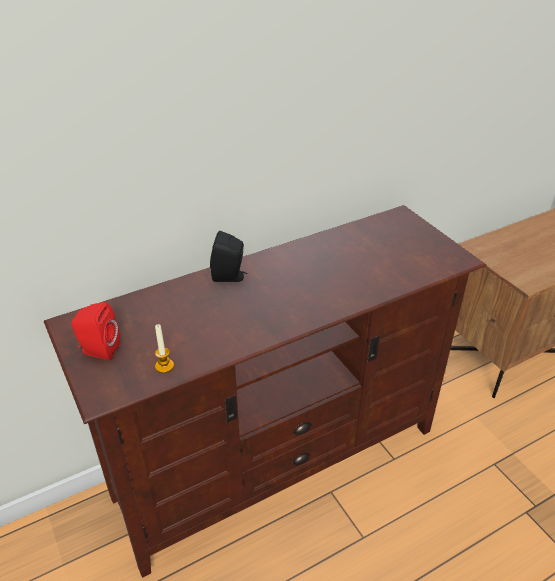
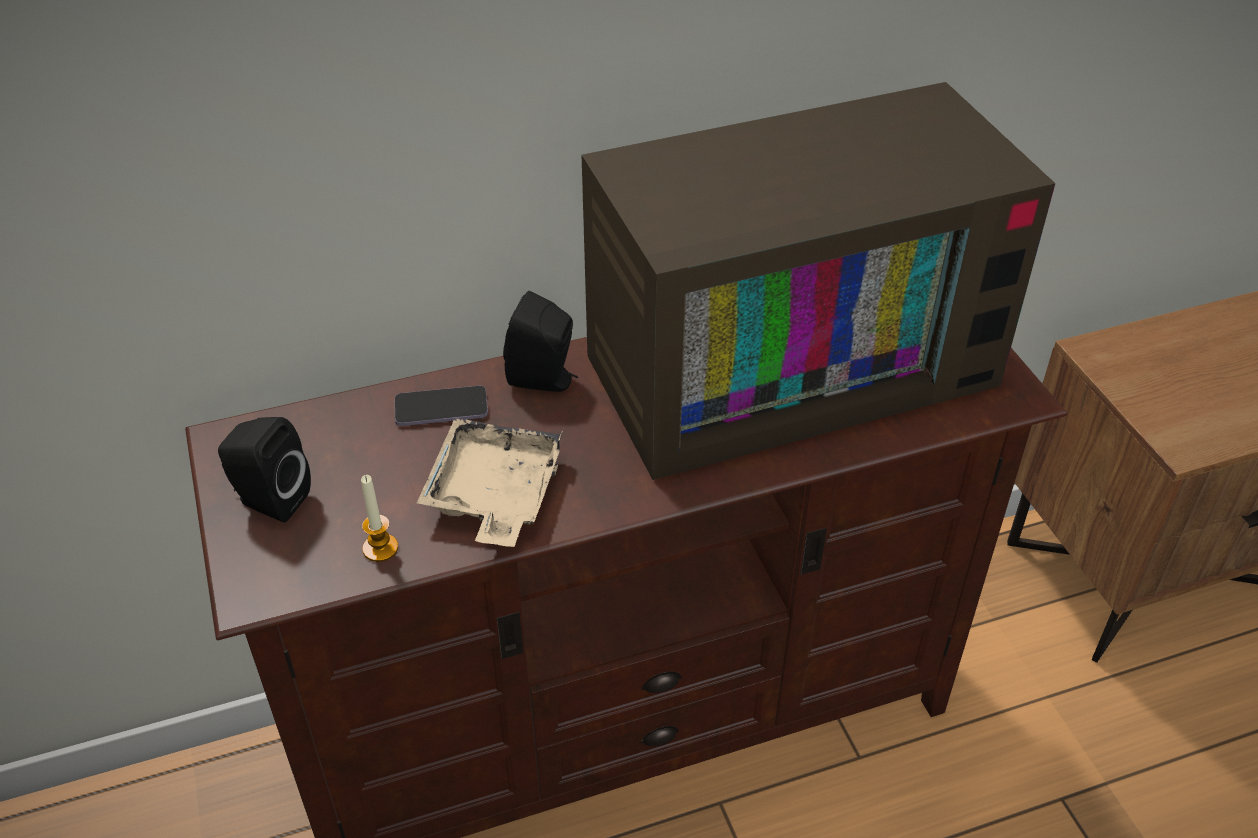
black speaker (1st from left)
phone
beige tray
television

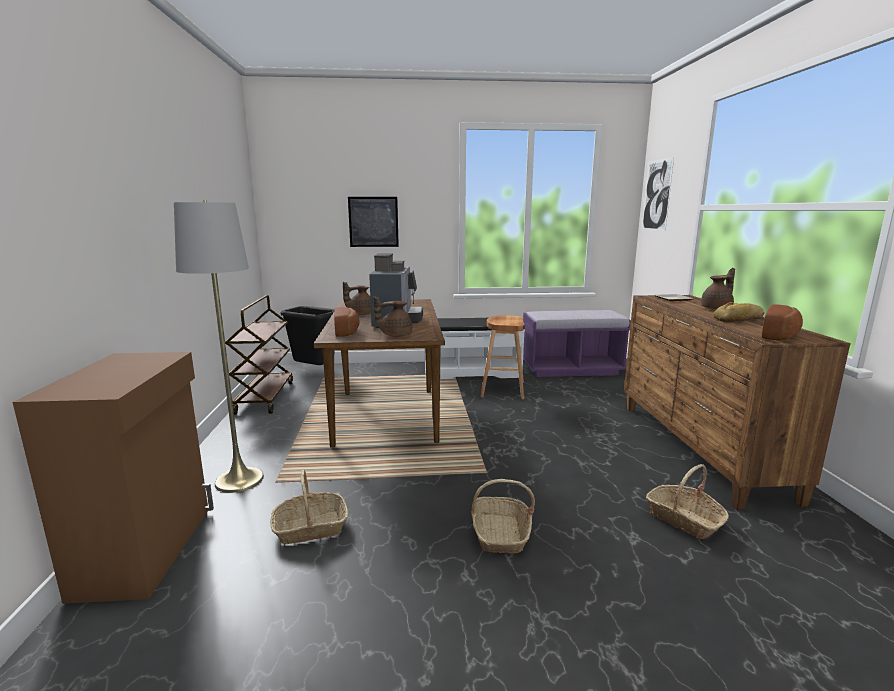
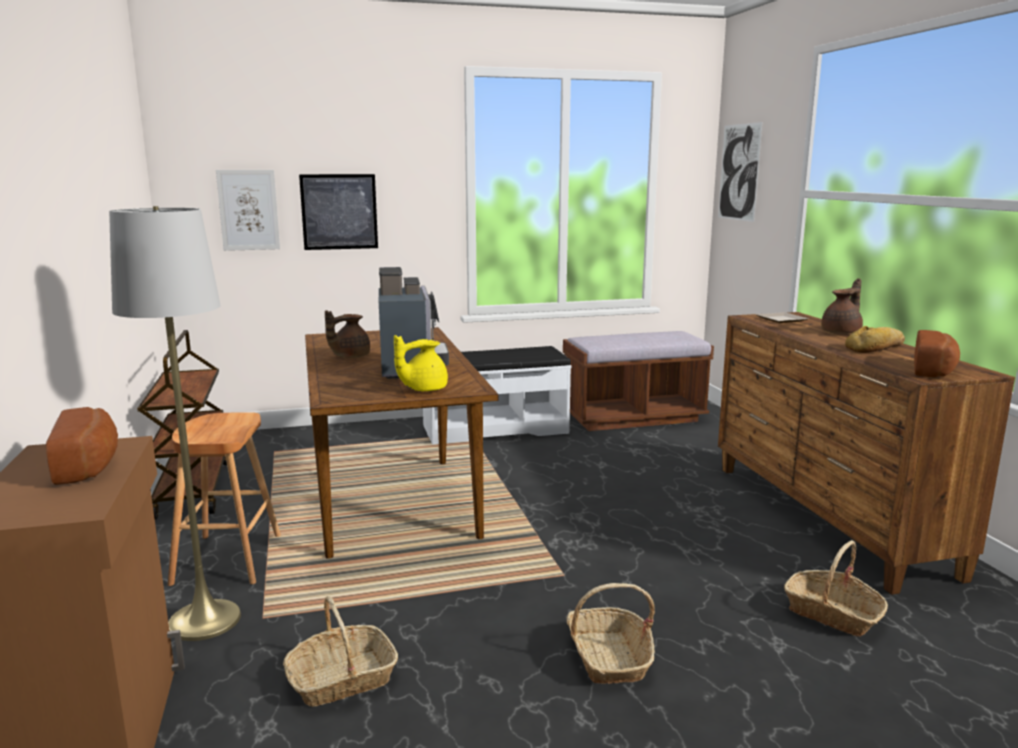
bread (1st from left)
brown stool
picture (1st from left)
yellow teapot
brown bench
black trash can

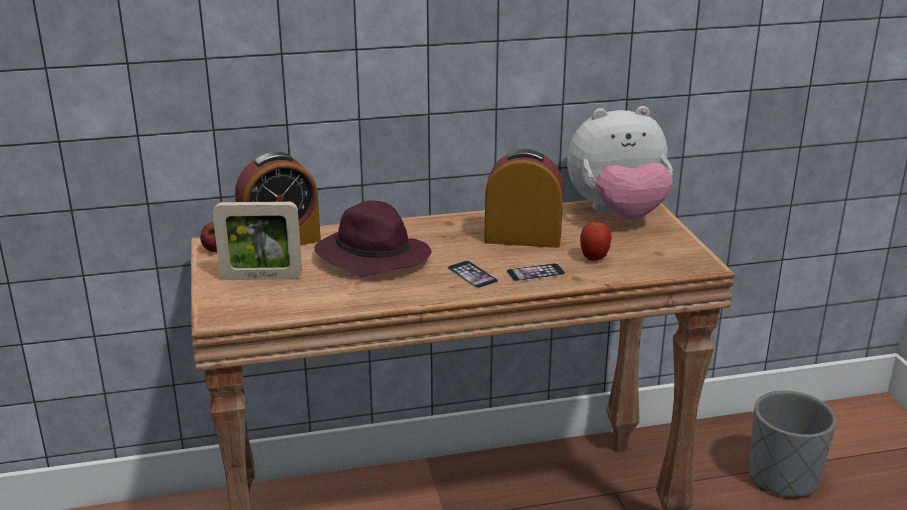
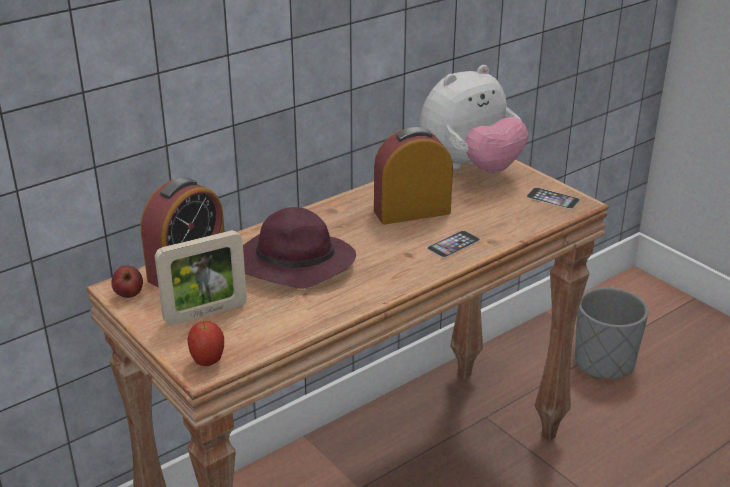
apple (2nd from left)
phone (2nd from left)

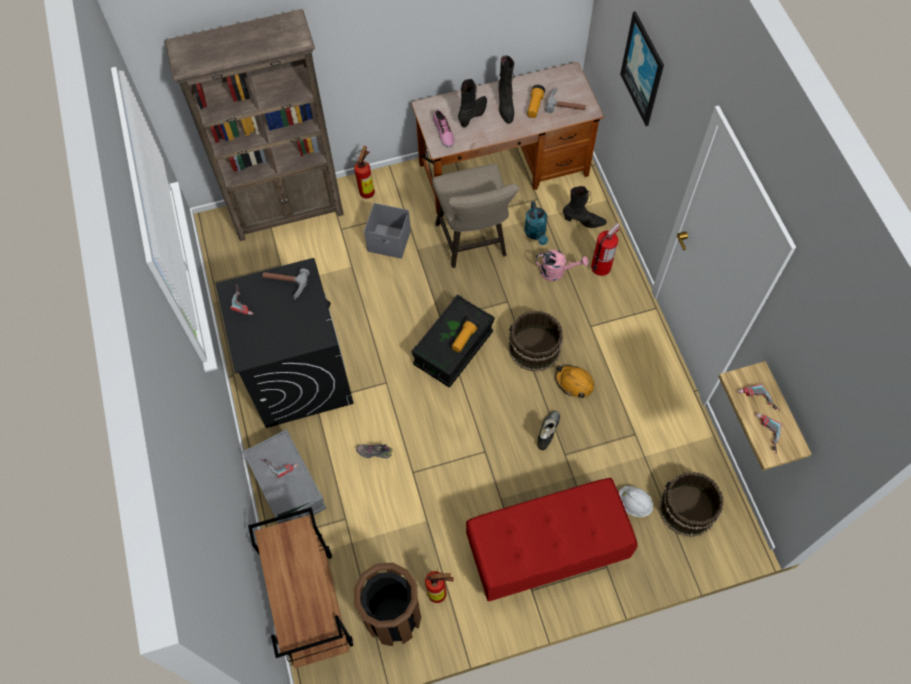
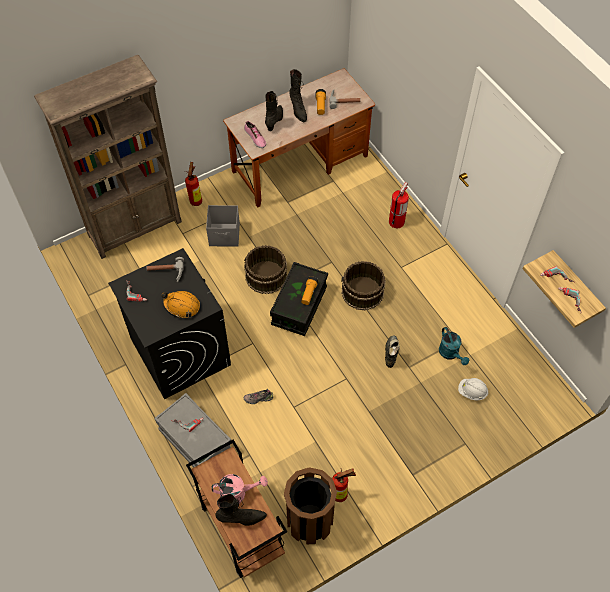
orange hard hat
pink watering can
black boot (1st from left)
brown bucket (1st from left)
turquoise watering can
beige stool
red bench
picture

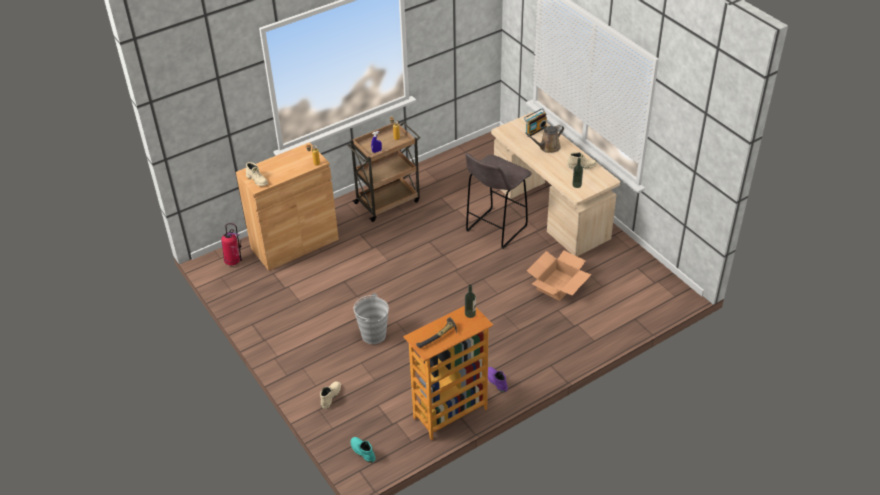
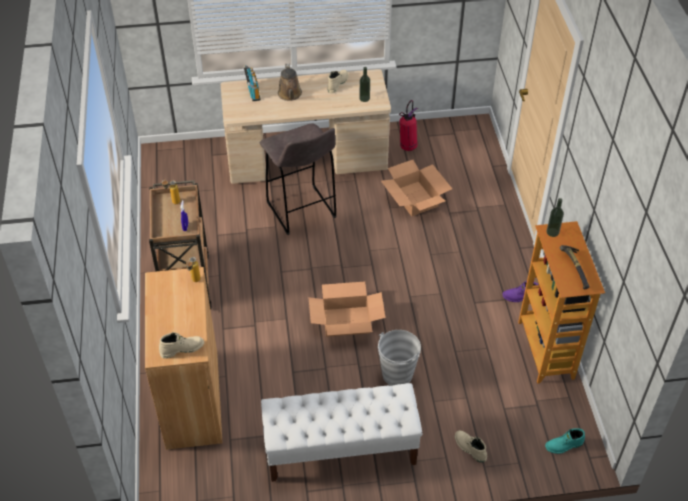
white bench
cardboard box (1st from left)
fire extinguisher

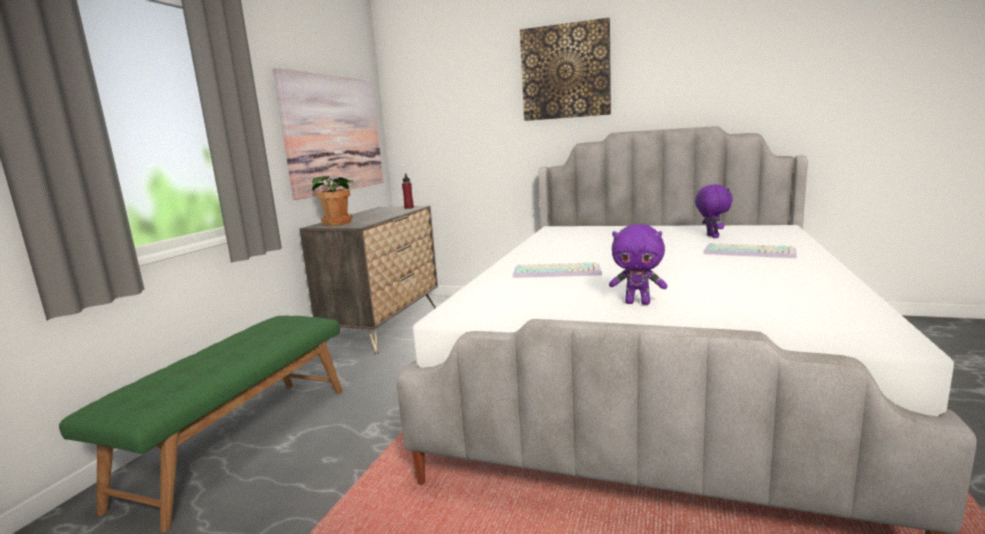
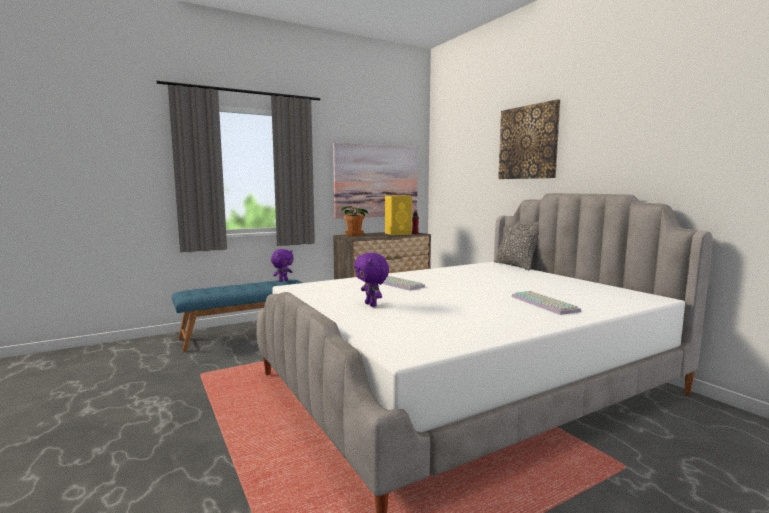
blue bench
purple plush toy (1st from left)
yellow speaker
pillow

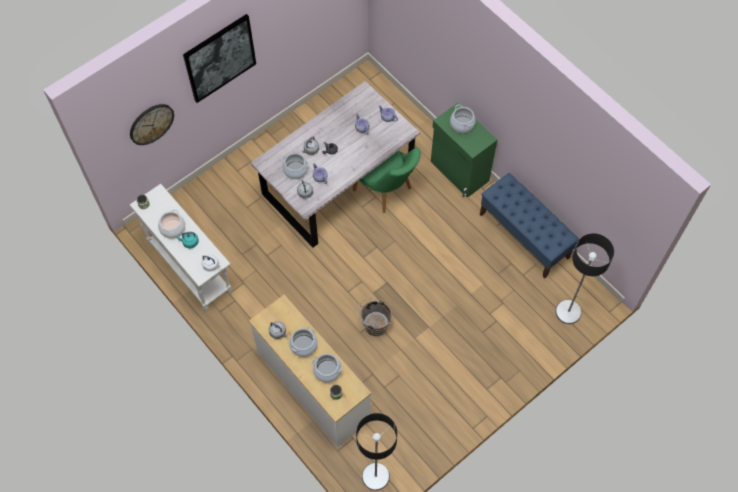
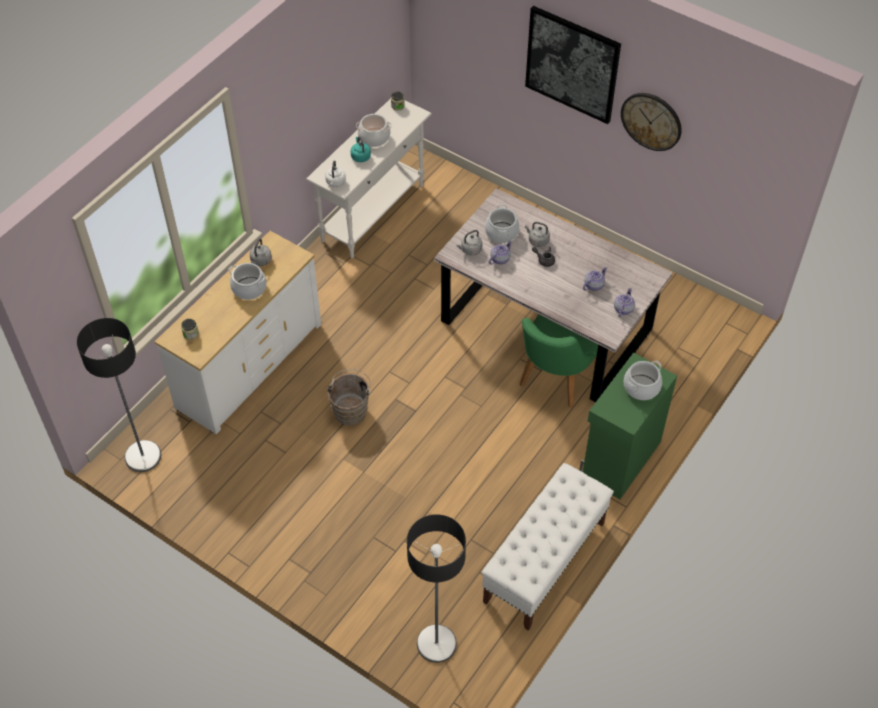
white bench
wall clock
cooking pot (4th from left in the first image)

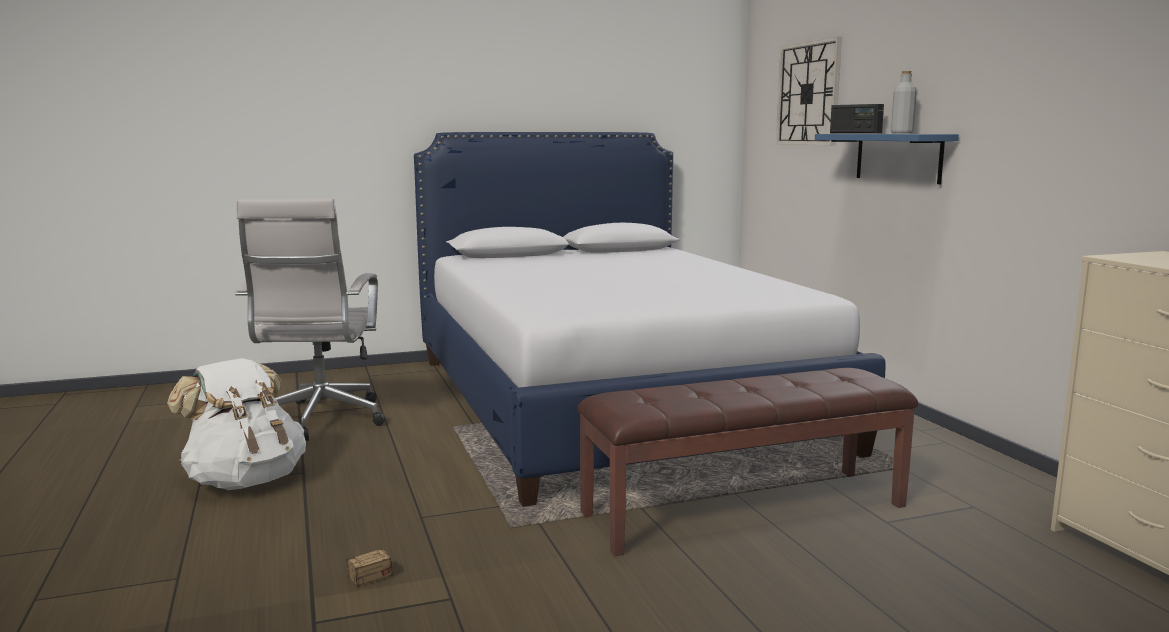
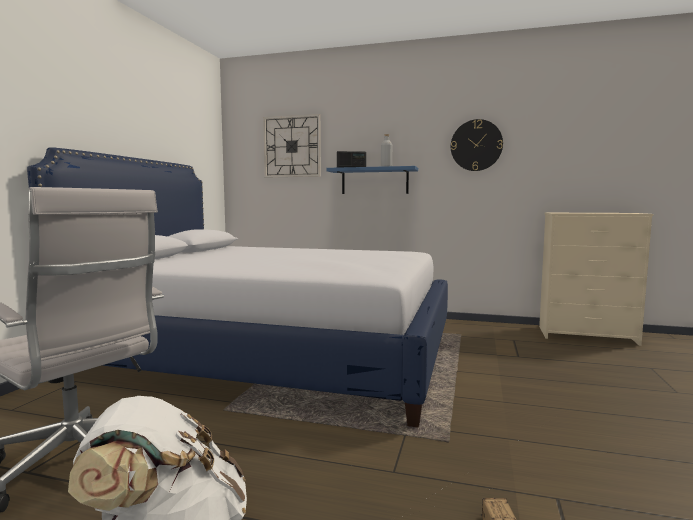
wall clock (2nd from left)
brown bench

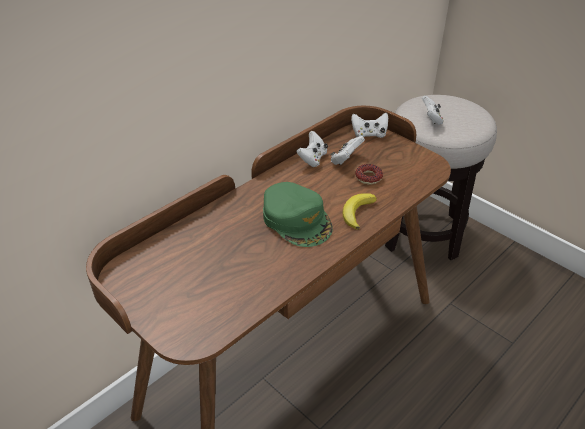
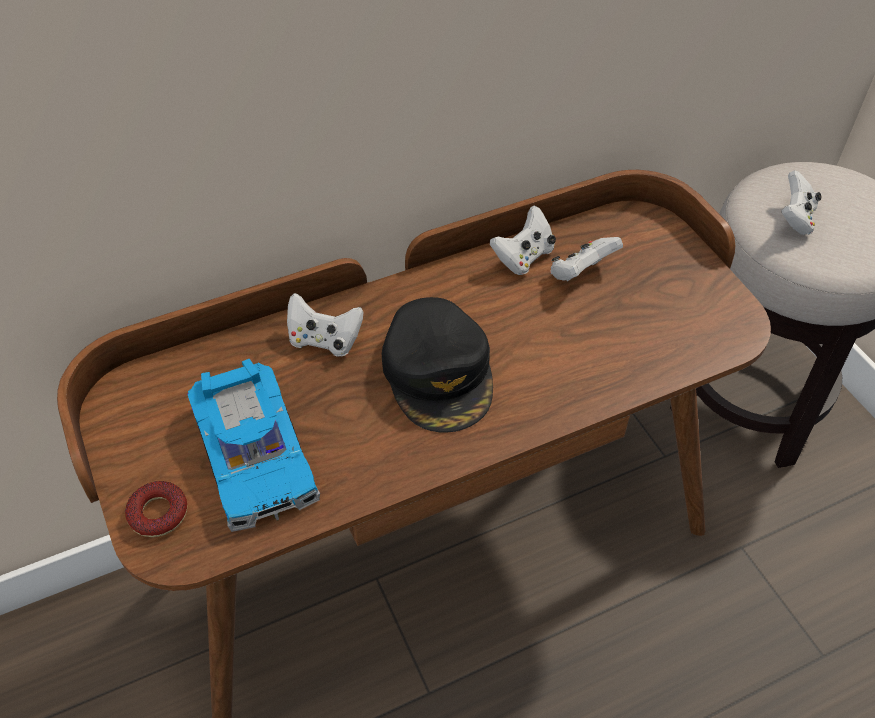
donut
toy car
white game controller (1st from left)
black cap
banana

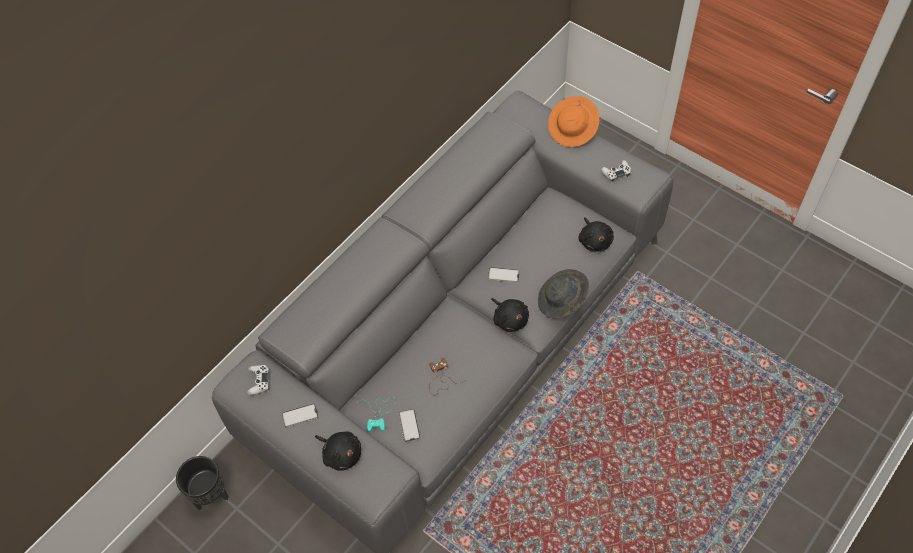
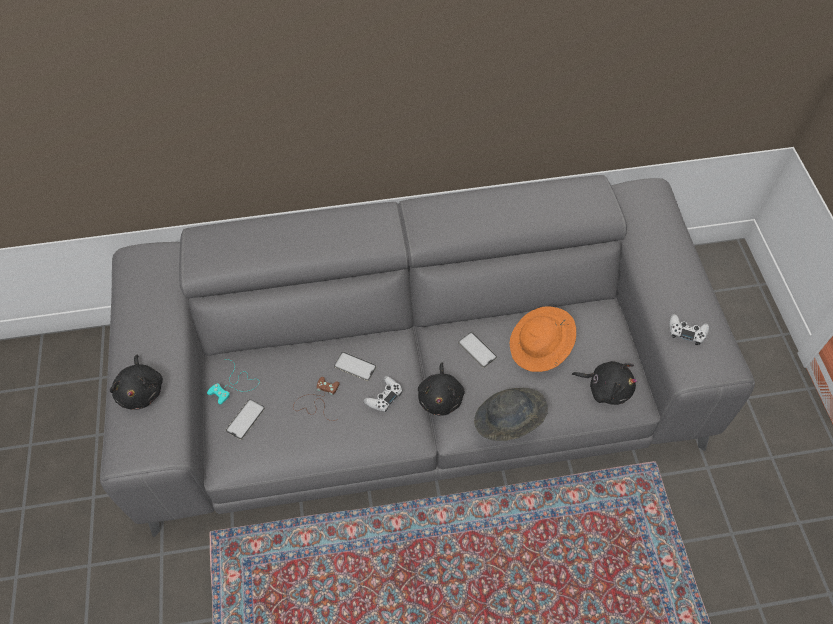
phone (2nd from left)
white game controller (1st from left)
orange hat
black plush toy (3rd from left)
black planter

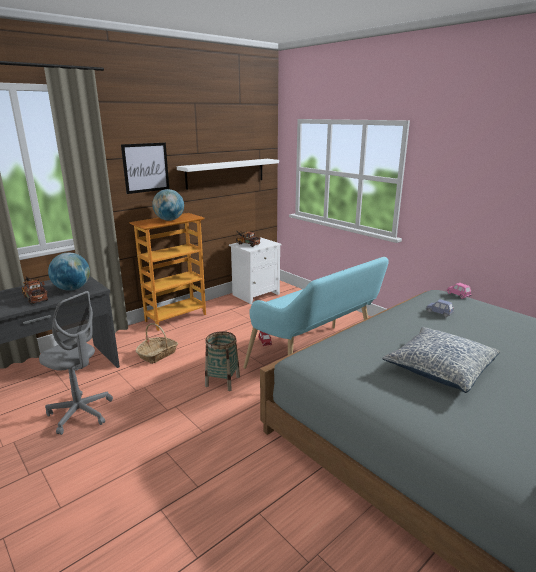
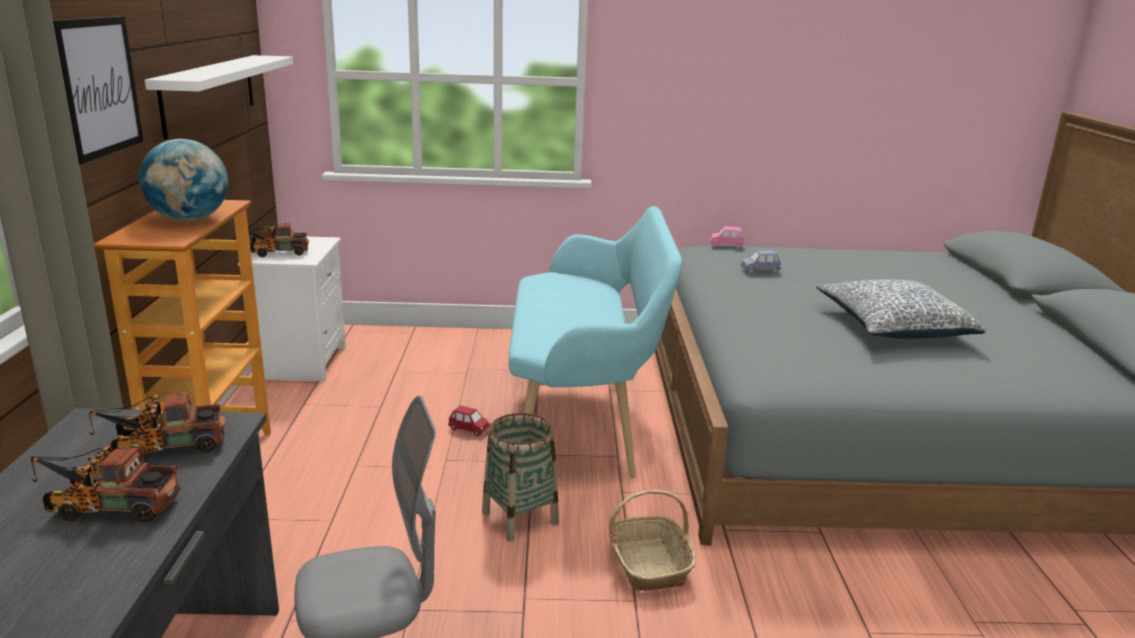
toy truck (2nd from left)
basket (2nd from left)

